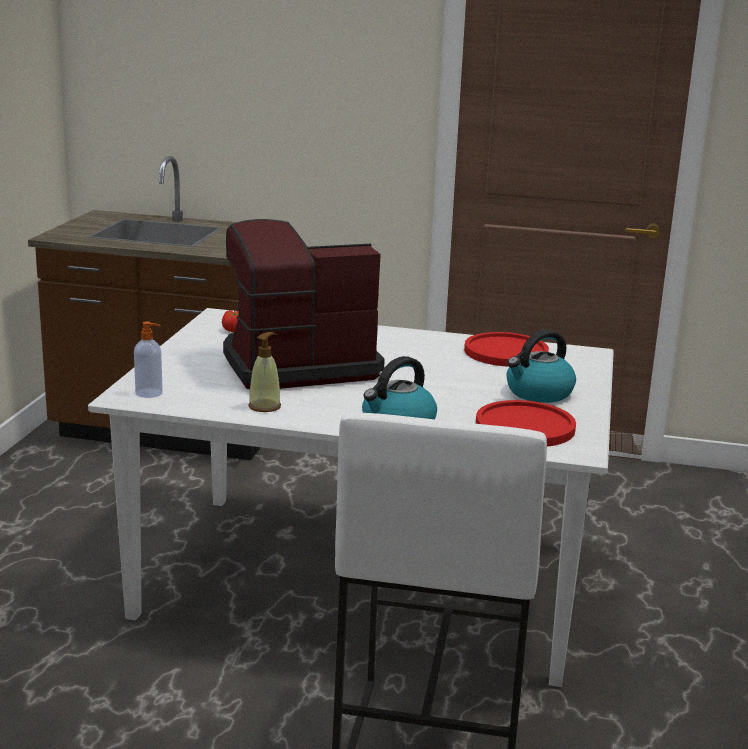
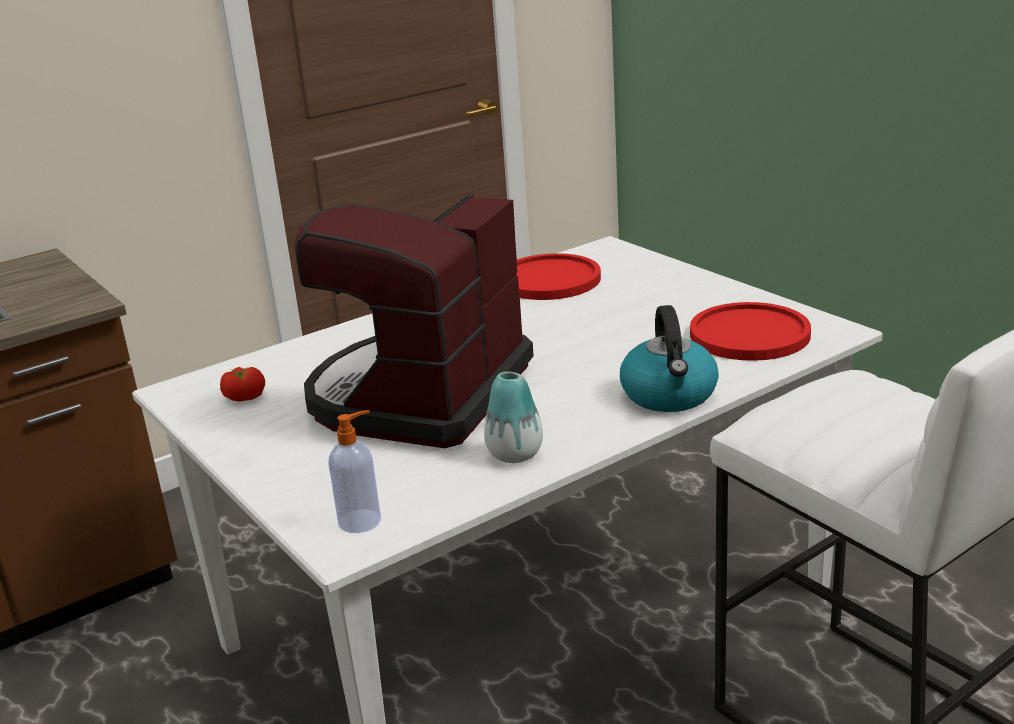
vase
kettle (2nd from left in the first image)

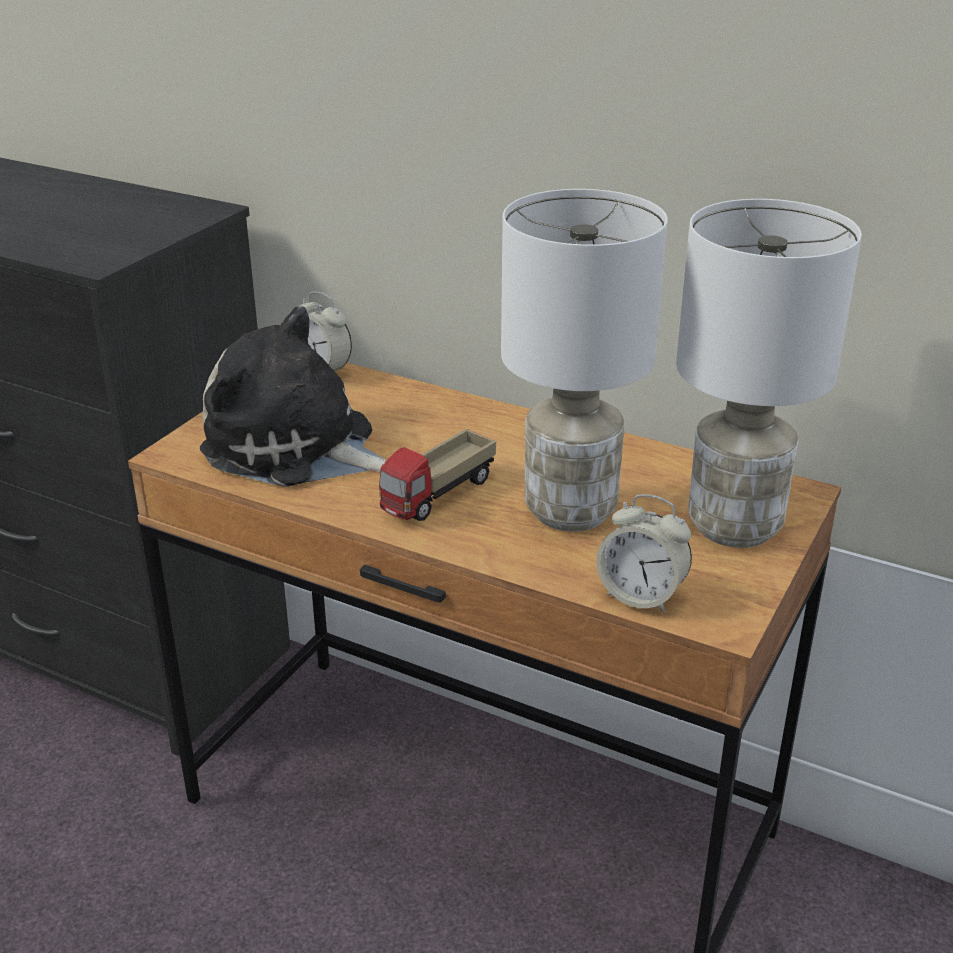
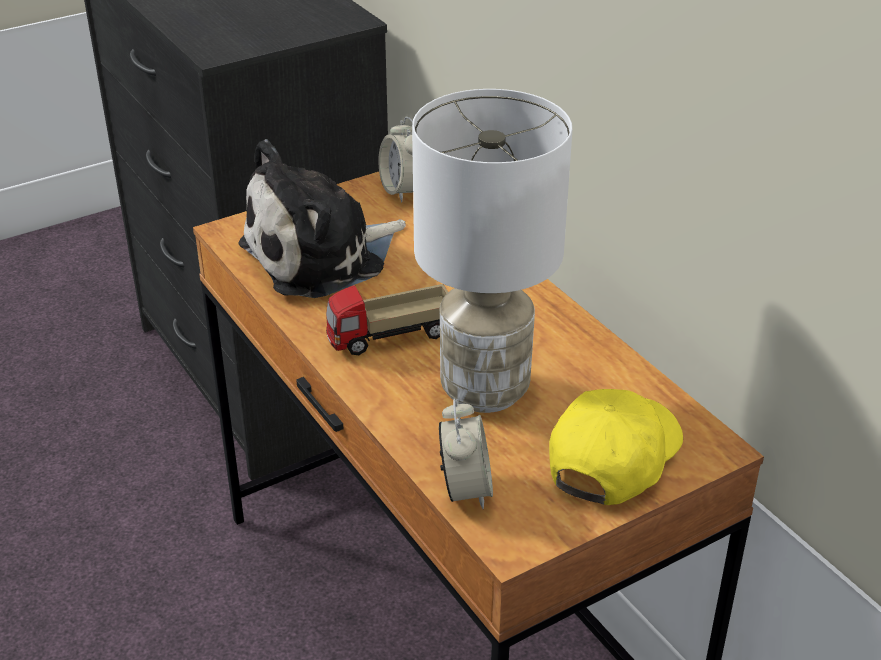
plush toy
alarm clock (2nd from left)
yellow cap

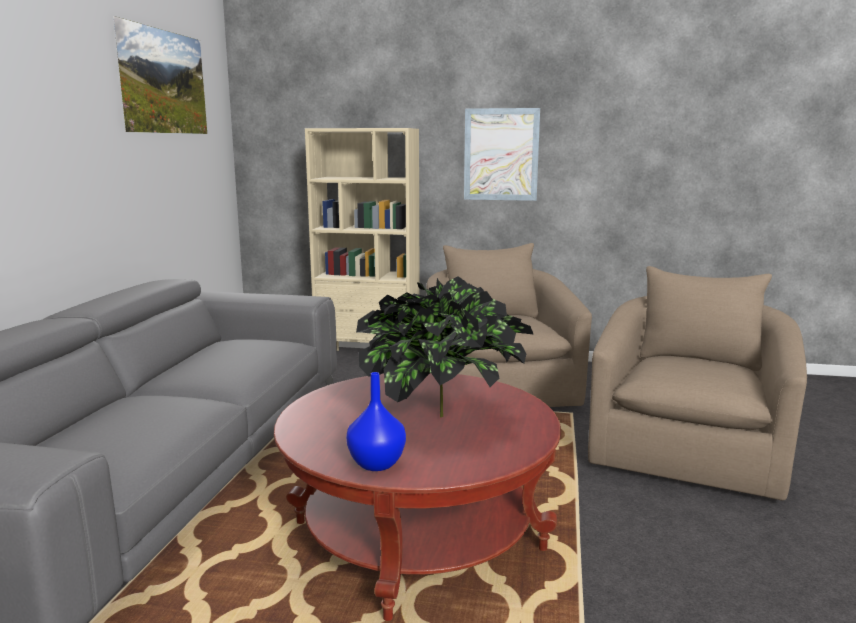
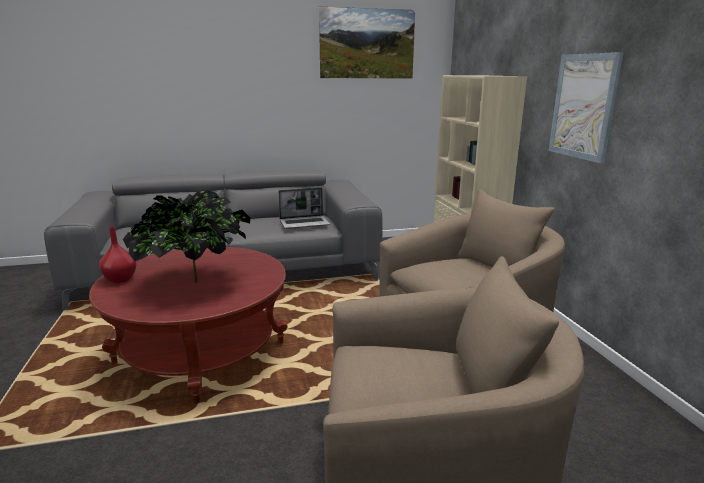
red vase
laptop

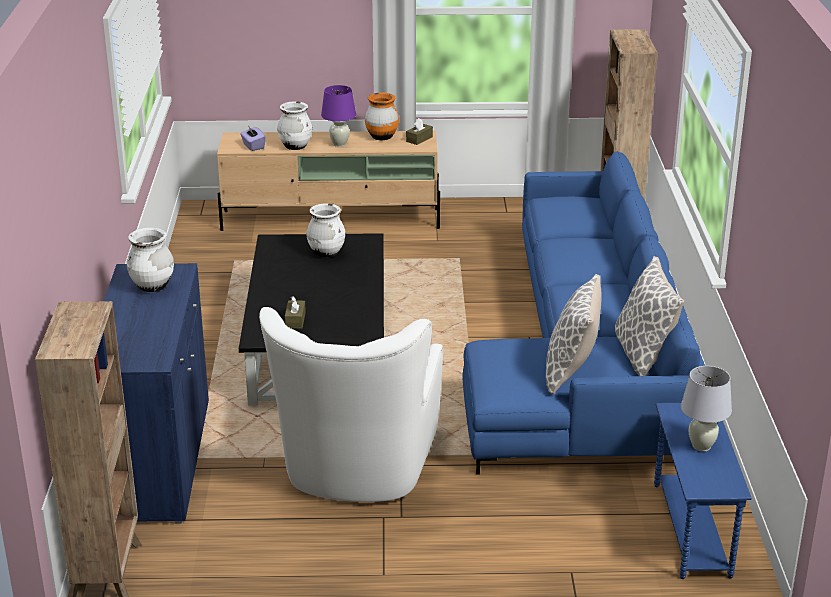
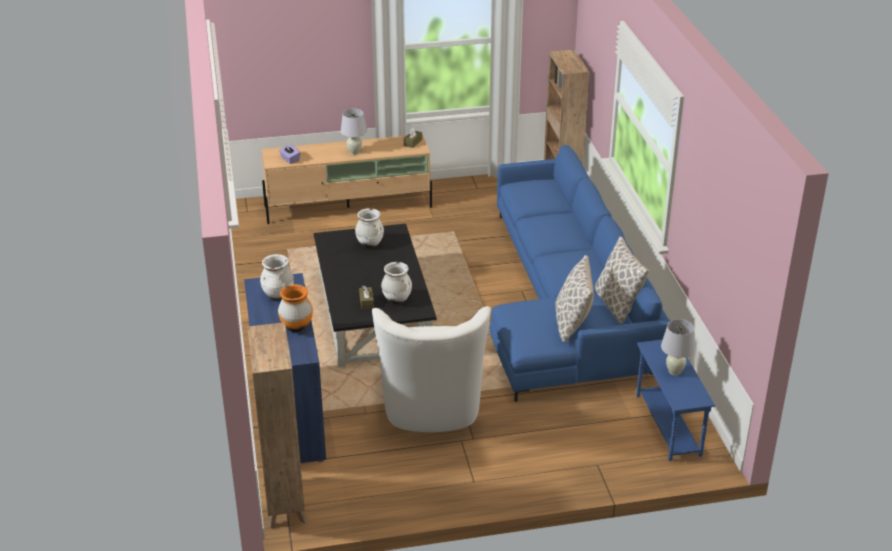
orange vase
white table lamp (1st from left)
white vase (3rd from left)

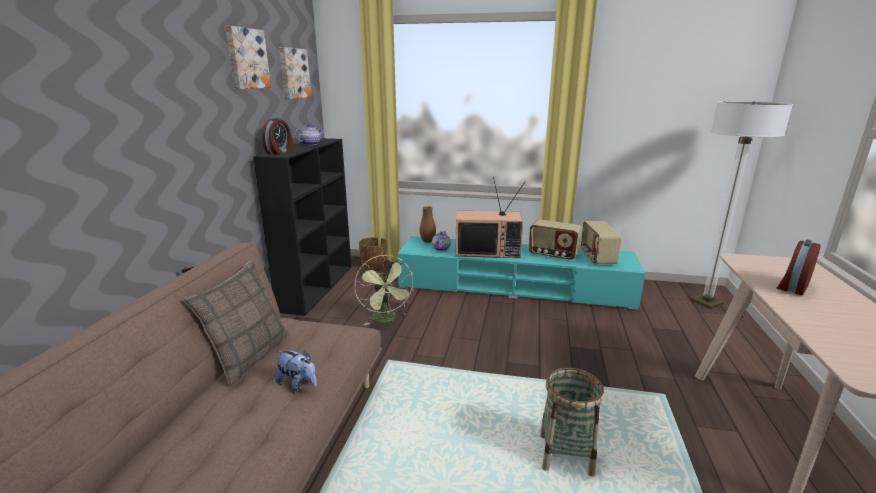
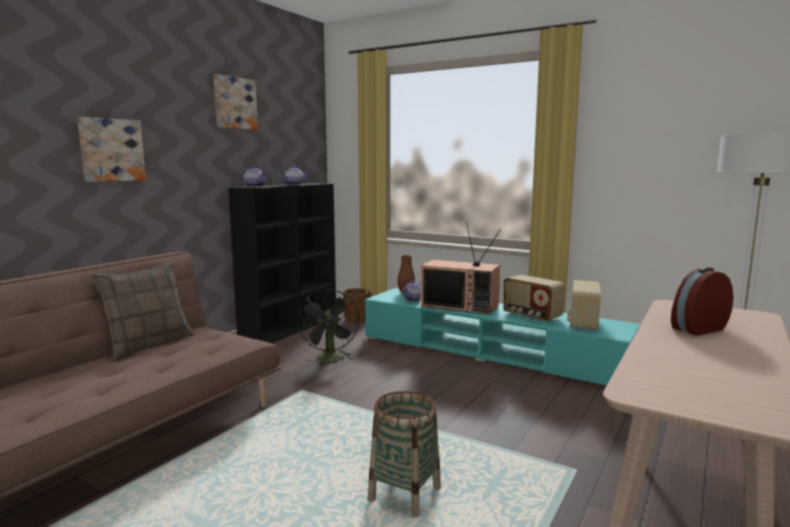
picture (1st from left)
teapot (1st from left)
black fan
plush toy

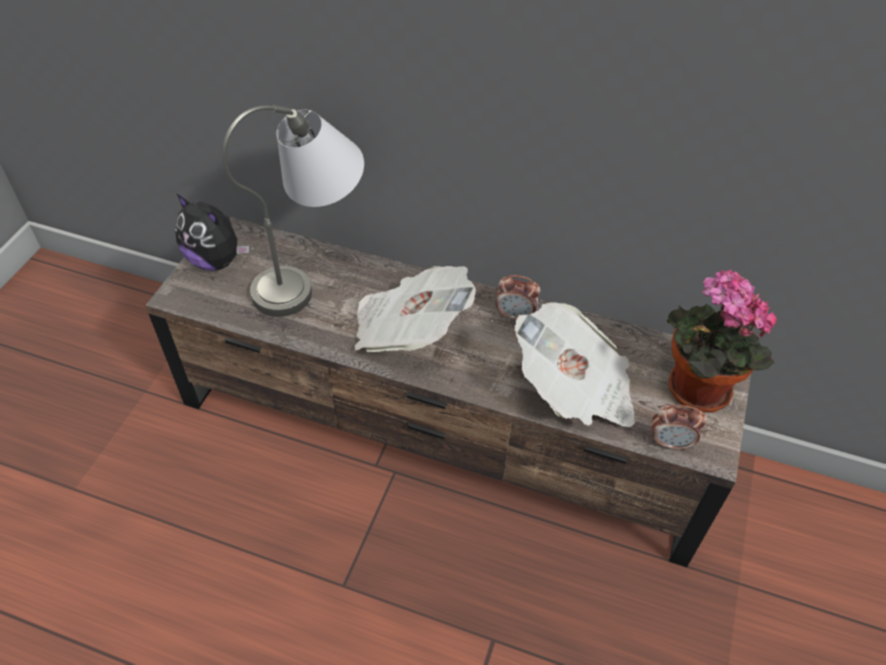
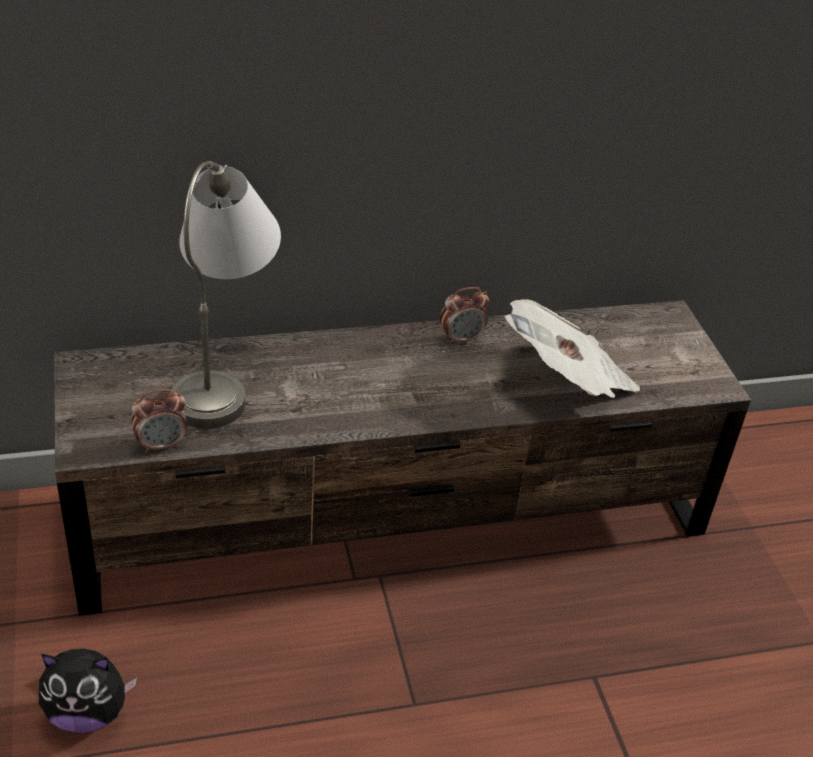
plush toy
alarm clock (1st from left)
newspaper (1st from left in the first image)
potted plant

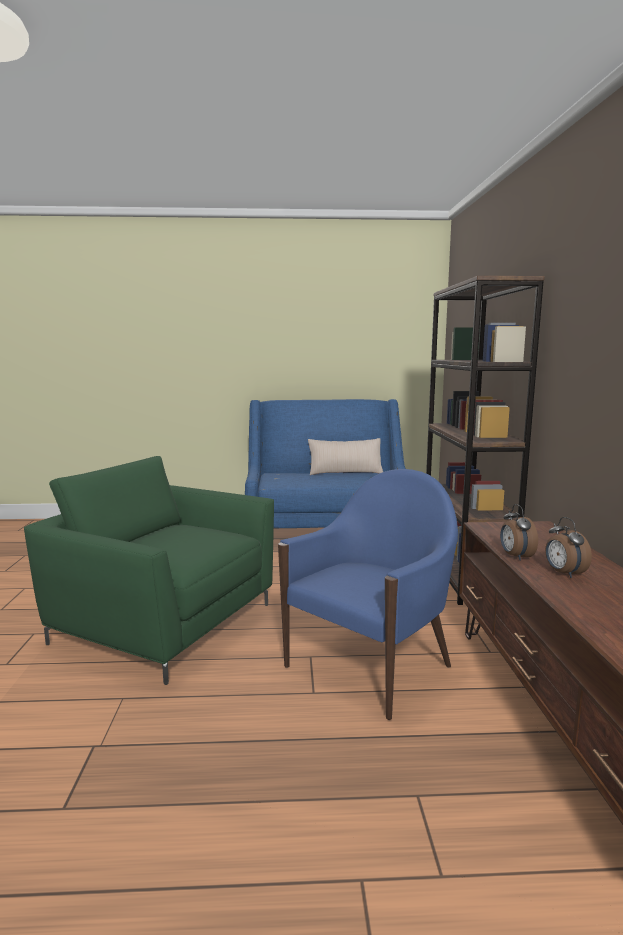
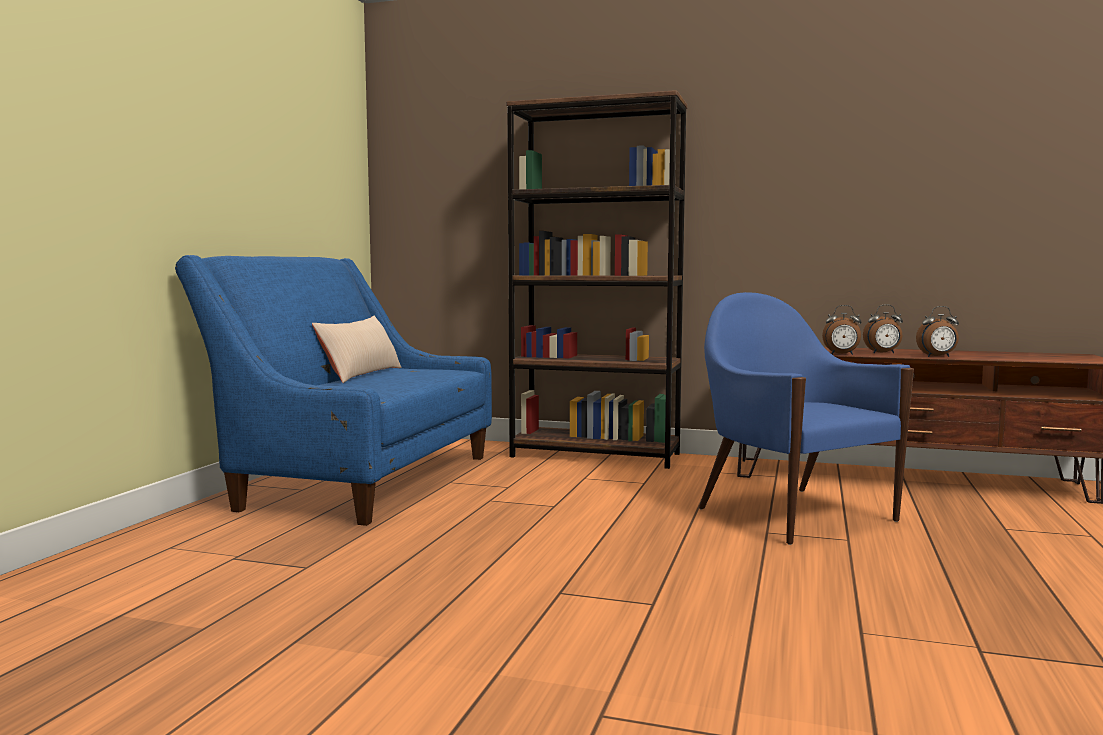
alarm clock (3rd from left)
green armchair

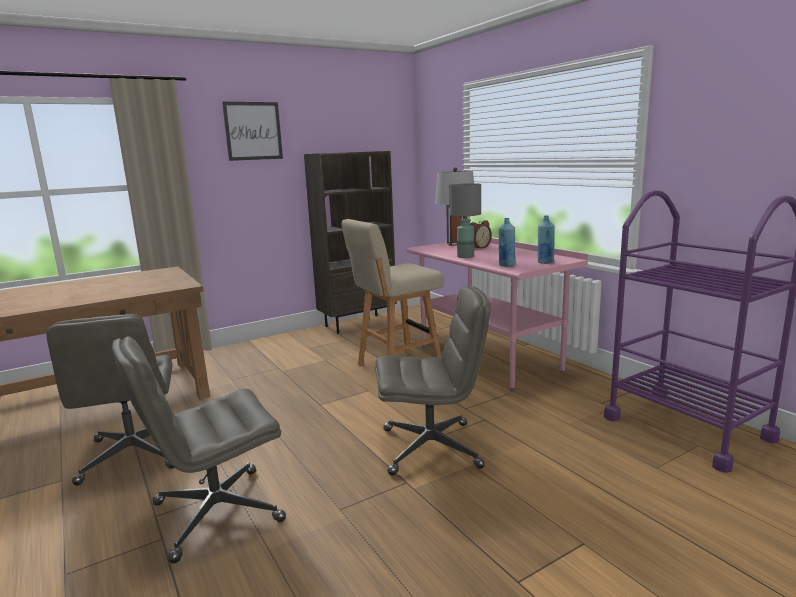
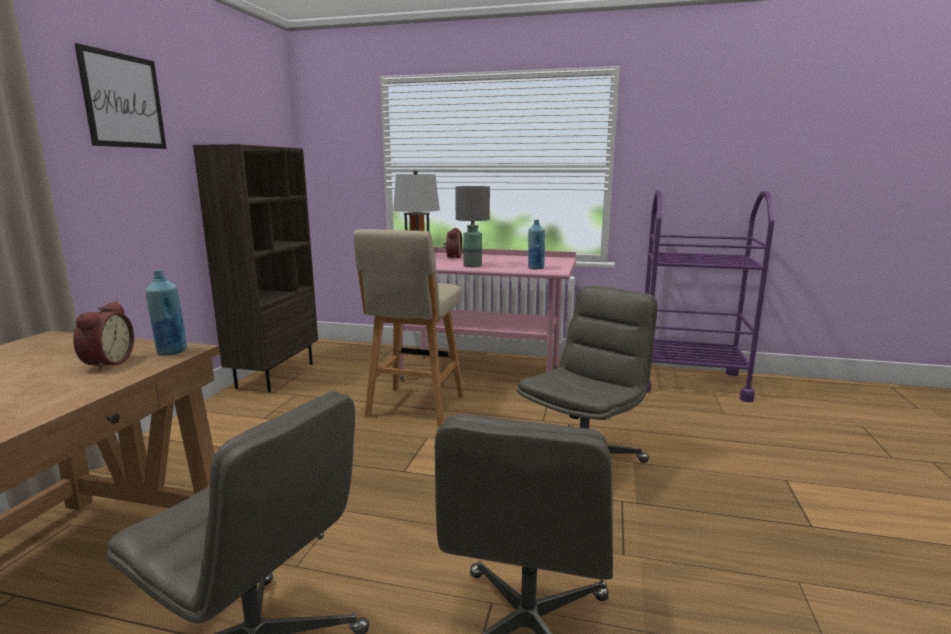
alarm clock (1st from left)
blue bottle (1st from left)

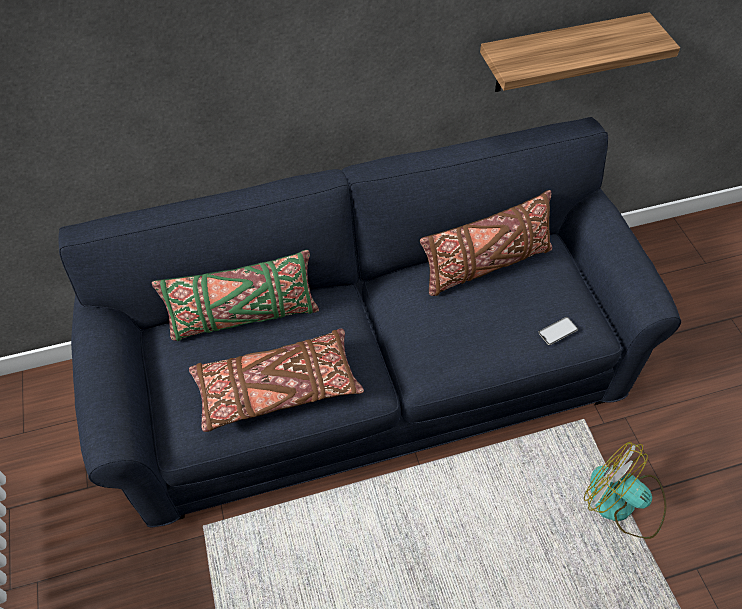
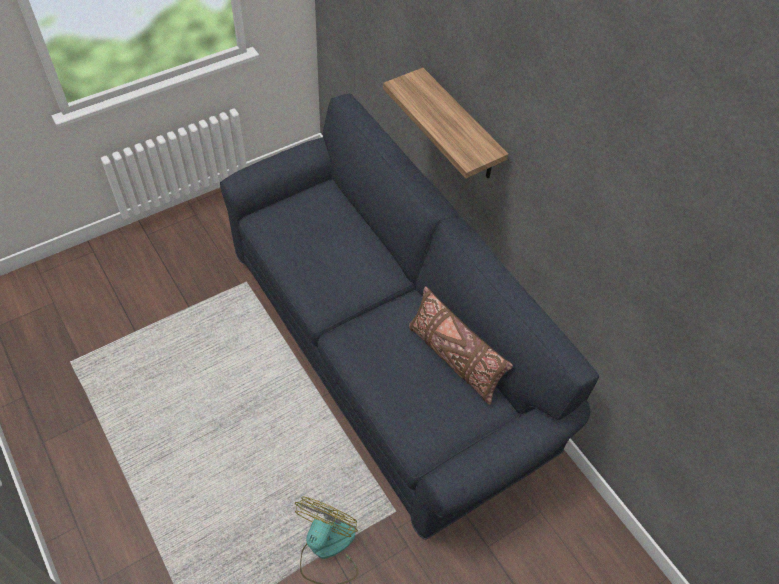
shelf
green pillow
brown pillow (1st from left in the first image)
phone

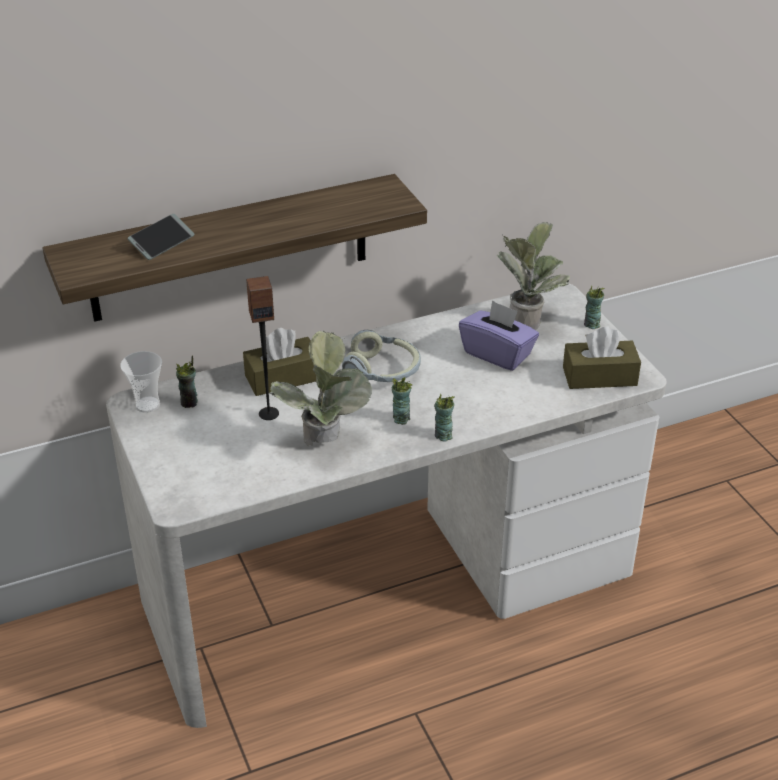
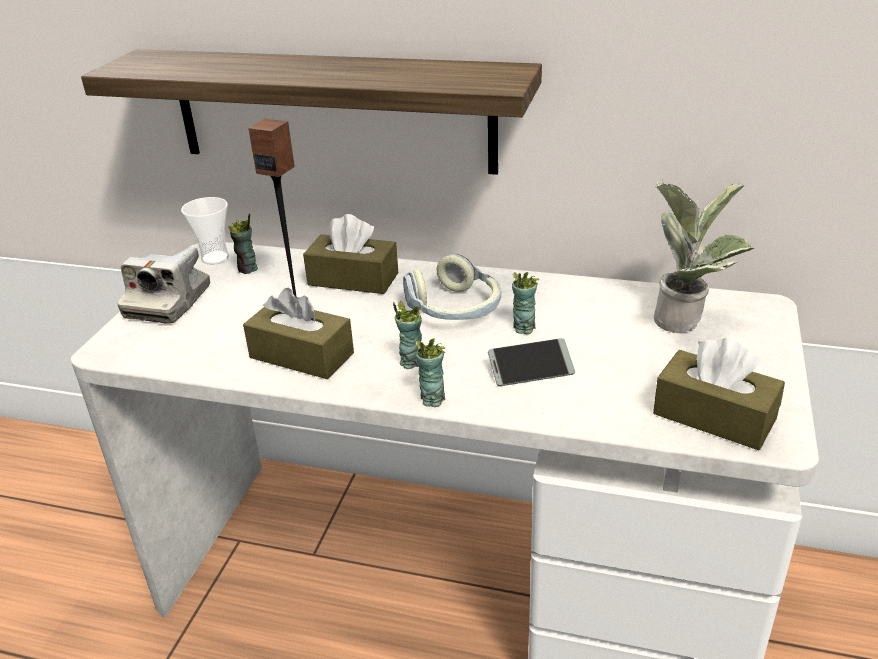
photo camera
brown tissue box (1st from left)
phone
cup (5th from left)
purple tissue box

